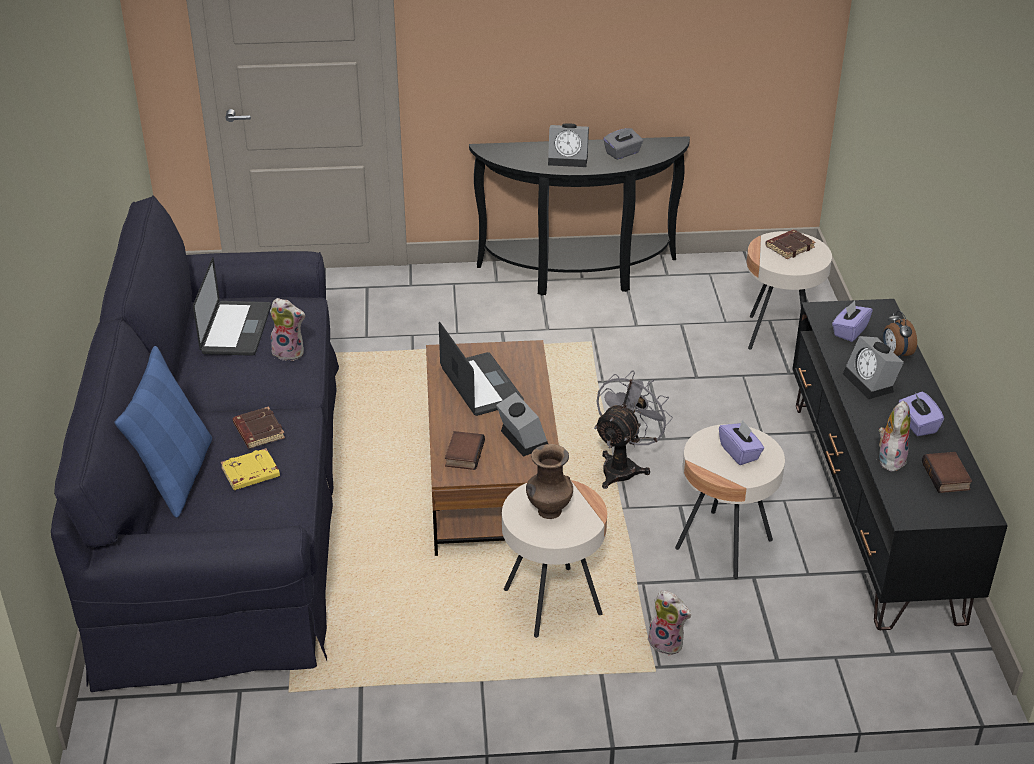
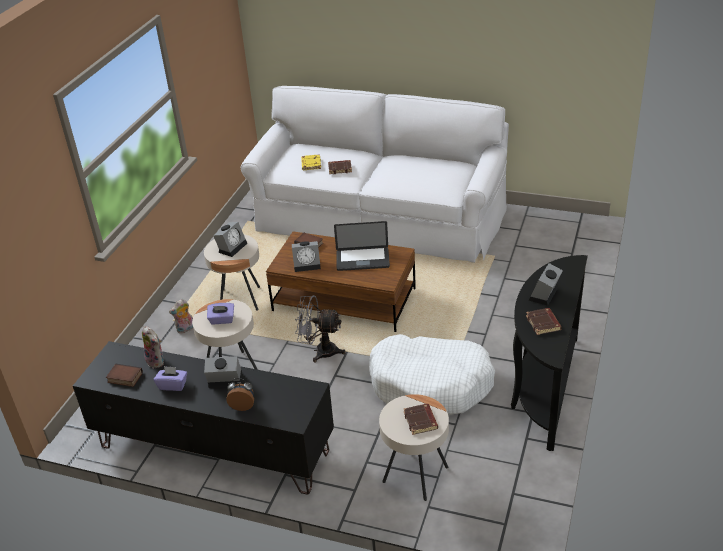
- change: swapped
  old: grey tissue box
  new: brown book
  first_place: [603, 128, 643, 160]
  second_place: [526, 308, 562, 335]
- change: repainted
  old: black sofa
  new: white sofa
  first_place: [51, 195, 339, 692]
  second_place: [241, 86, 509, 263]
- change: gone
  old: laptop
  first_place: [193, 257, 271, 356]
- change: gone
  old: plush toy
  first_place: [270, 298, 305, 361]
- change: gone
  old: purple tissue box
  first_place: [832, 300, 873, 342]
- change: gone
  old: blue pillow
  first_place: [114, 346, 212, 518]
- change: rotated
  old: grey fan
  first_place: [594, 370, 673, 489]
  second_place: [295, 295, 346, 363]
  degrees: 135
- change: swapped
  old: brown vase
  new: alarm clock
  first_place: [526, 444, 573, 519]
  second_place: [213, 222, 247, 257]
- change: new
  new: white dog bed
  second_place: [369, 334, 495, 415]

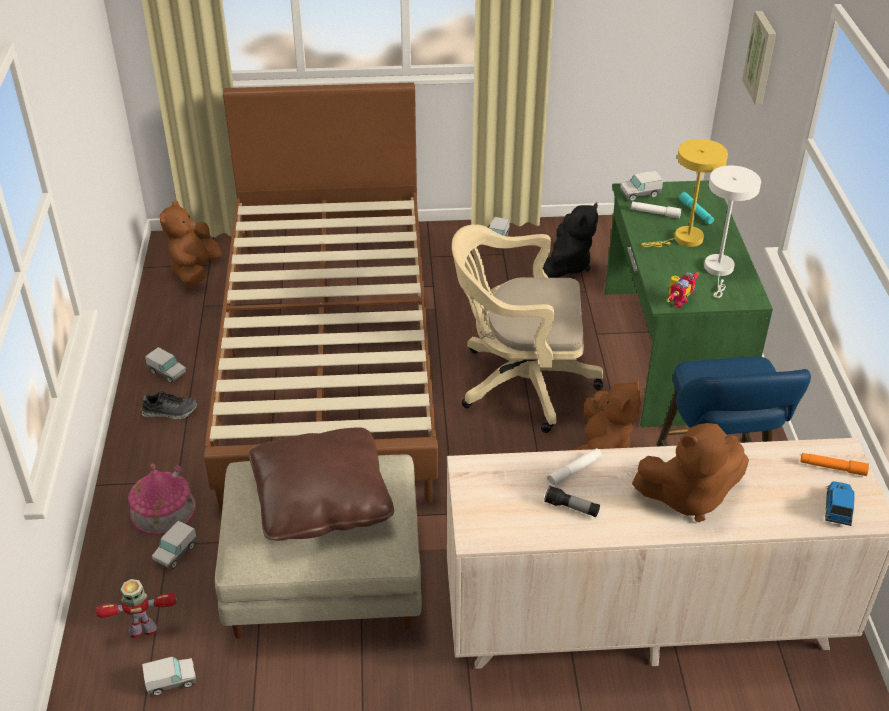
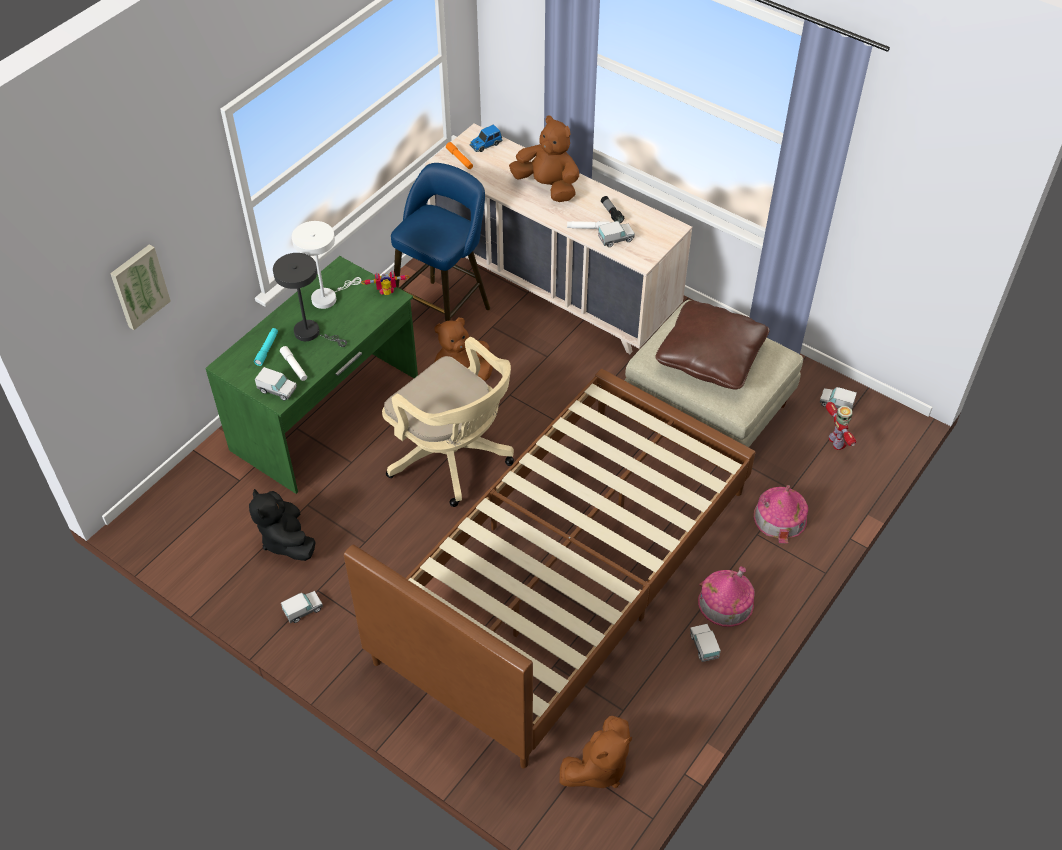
- change: repainted
  old: yellow table lamp
  new: grey table lamp
  first_place: [641, 139, 728, 247]
  second_place: [273, 253, 347, 347]
- change: rotated
  old: black plush toy
  first_place: [543, 202, 598, 278]
  second_place: [249, 489, 316, 561]
  degrees: -90
- change: swapped
  old: shoe
  new: toy house
  first_place: [142, 391, 197, 419]
  second_place: [698, 566, 755, 627]
- change: shifted
  old: toy truck
  first_place: [152, 521, 197, 569]
  second_place: [598, 221, 635, 247]
- change: rotated
  old: toy robot
  first_place: [96, 579, 177, 638]
  second_place: [826, 402, 856, 450]
  degrees: -135

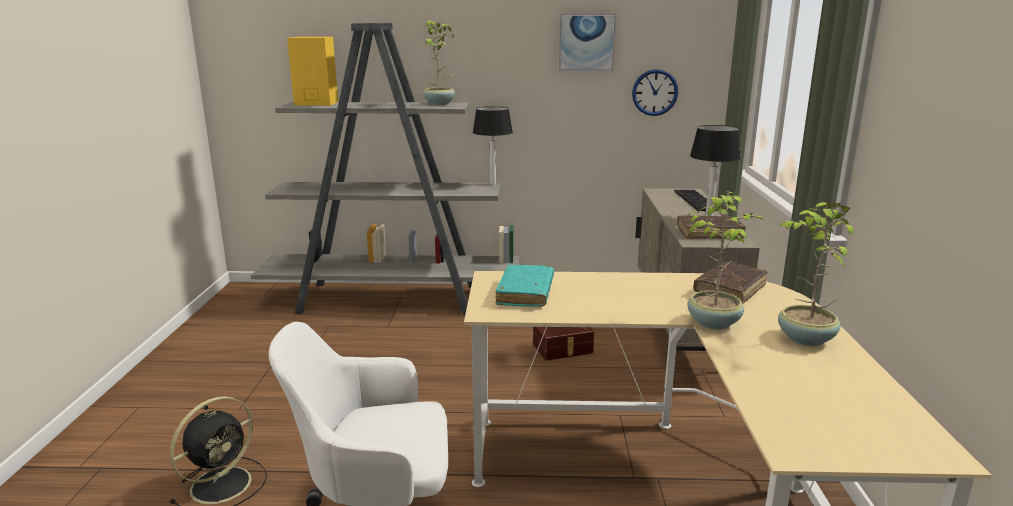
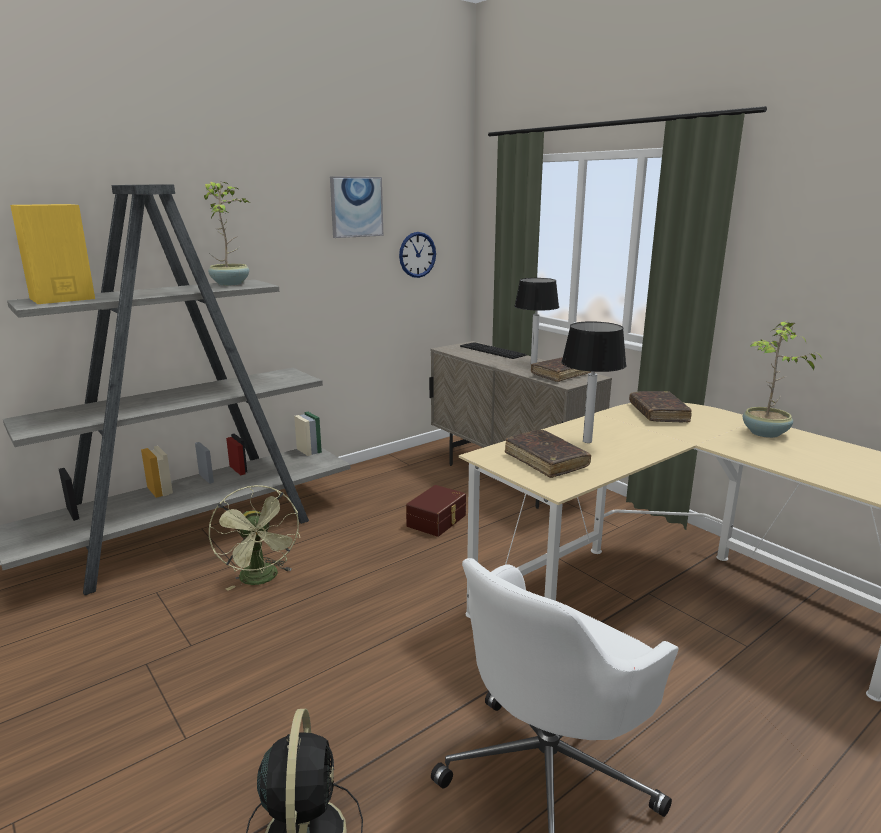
- change: shifted
  old: table lamp
  first_place: [473, 106, 513, 185]
  second_place: [561, 321, 627, 443]
- change: gone
  old: potted plant
  first_place: [688, 191, 764, 330]
- change: repainted
  old: turquoise book
  new: brown book
  first_place: [495, 265, 554, 307]
  second_place: [505, 430, 591, 478]
- change: new
  new: green fan
  second_place: [209, 485, 300, 591]

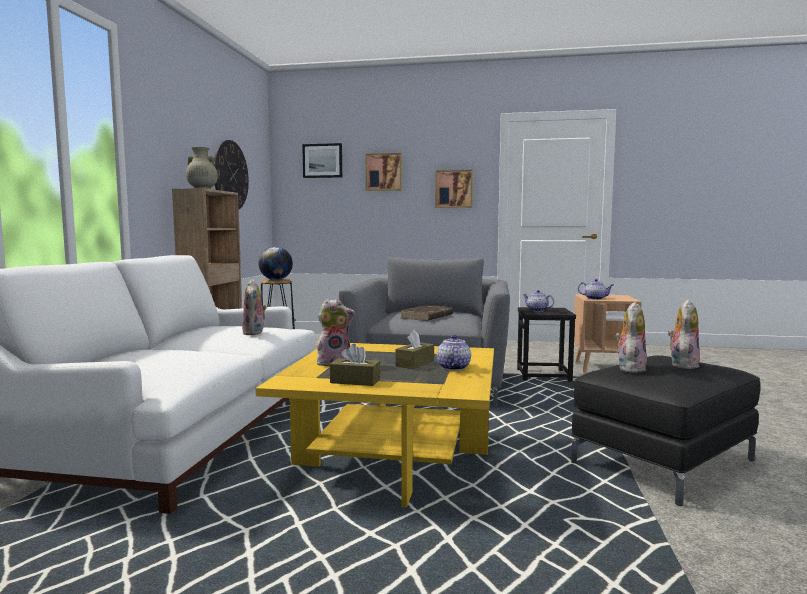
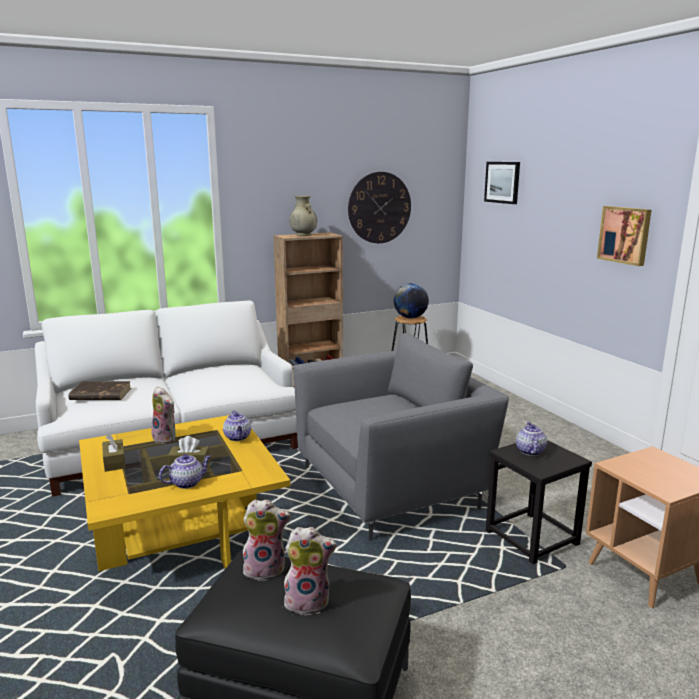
- change: gone
  old: picture
  first_place: [366, 153, 402, 191]
- change: gone
  old: plush toy
  first_place: [242, 279, 267, 335]
- change: shifted
  old: teapot
  first_place: [578, 279, 614, 300]
  second_place: [223, 411, 251, 441]
- change: shifted
  old: brown book
  first_place: [400, 305, 454, 321]
  second_place: [68, 381, 132, 400]

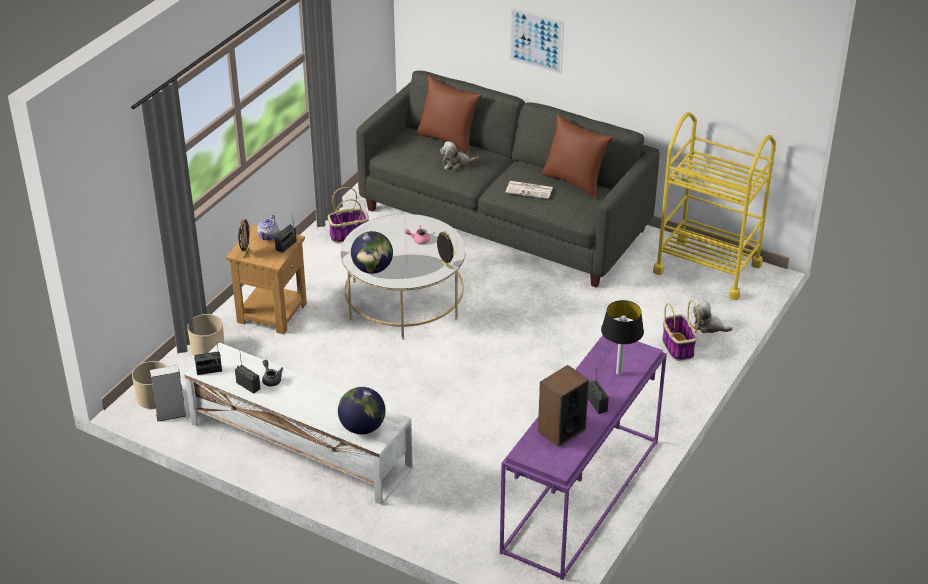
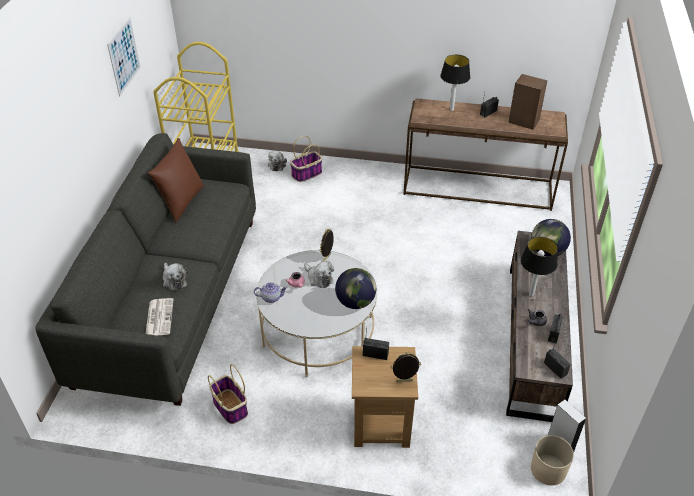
- change: shifted
  old: picture
  first_place: [509, 7, 564, 74]
  second_place: [107, 17, 141, 96]
- change: gone
  old: brown pillow
  first_place: [416, 75, 482, 155]
- change: shifted
  old: newspaper
  first_place: [506, 181, 553, 199]
  second_place: [146, 298, 174, 336]
- change: shifted
  old: teapot
  first_place: [257, 215, 279, 240]
  second_place: [254, 282, 288, 303]
- change: gone
  old: beige planter
  first_place: [187, 314, 224, 356]
- change: repainted
  old: purple console table
  new: brown console table
  first_place: [500, 335, 667, 580]
  second_place: [403, 98, 568, 211]
- change: repainted
  old: white tv stand
  new: brown tv stand
  first_place: [185, 342, 413, 505]
  second_place: [506, 231, 573, 422]
- change: new
  new: table lamp
  second_place: [521, 237, 558, 297]
- change: new
  new: plush toy
  second_place: [304, 261, 334, 288]

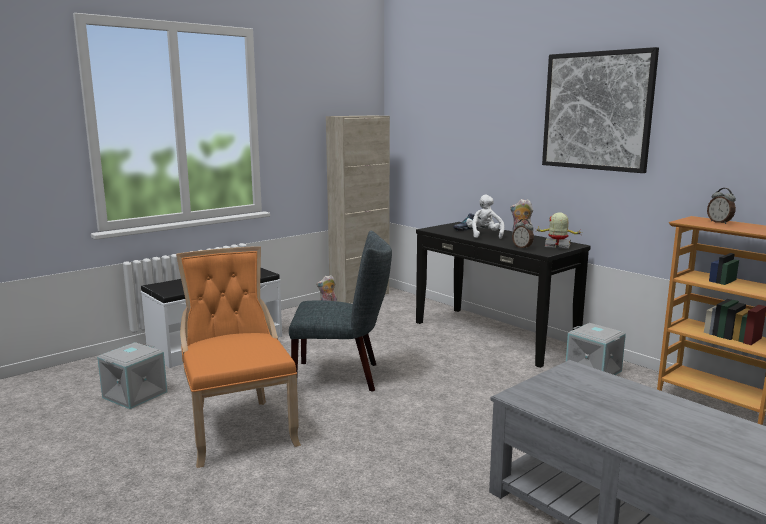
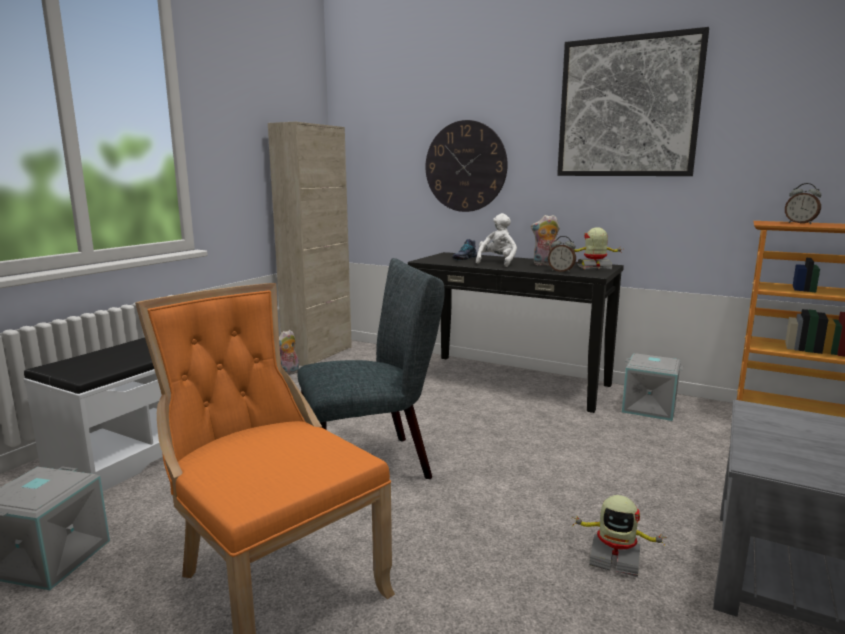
- change: rotated
  old: white plush toy
  first_place: [466, 195, 505, 239]
  second_place: [476, 213, 517, 267]
  degrees: 45
- change: new
  new: wall clock
  second_place: [426, 120, 508, 212]
- change: new
  new: toy robot
  second_place: [572, 495, 666, 577]

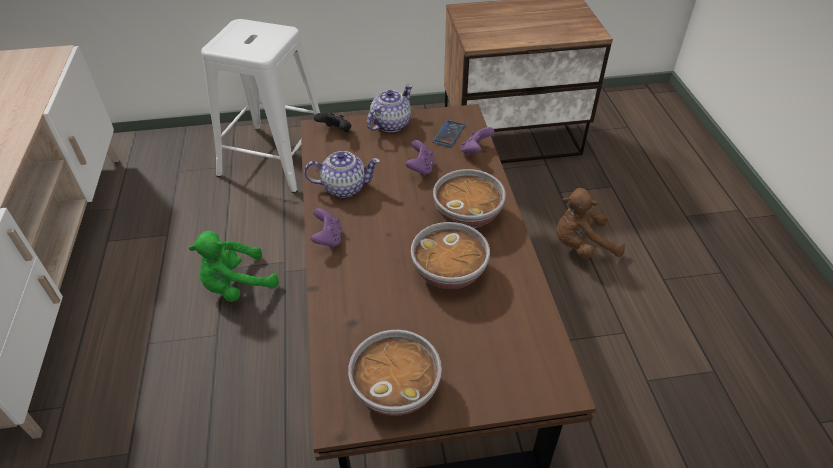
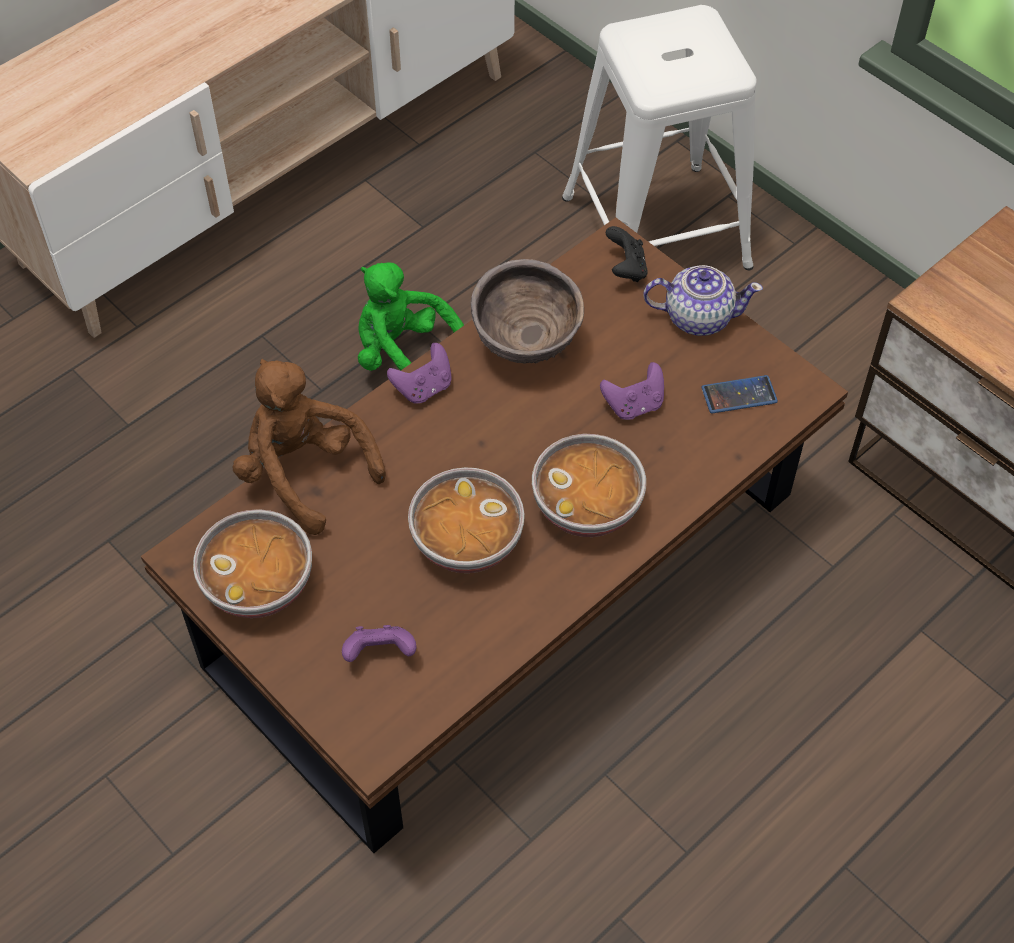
- change: shifted
  old: purple game controller
  first_place: [461, 127, 495, 156]
  second_place: [342, 625, 416, 662]
- change: swapped
  old: teapot
  new: brown bowl
  first_place: [304, 151, 380, 198]
  second_place: [470, 259, 584, 364]
- change: shifted
  old: brown plush toy
  first_place: [556, 188, 625, 259]
  second_place: [232, 359, 386, 535]

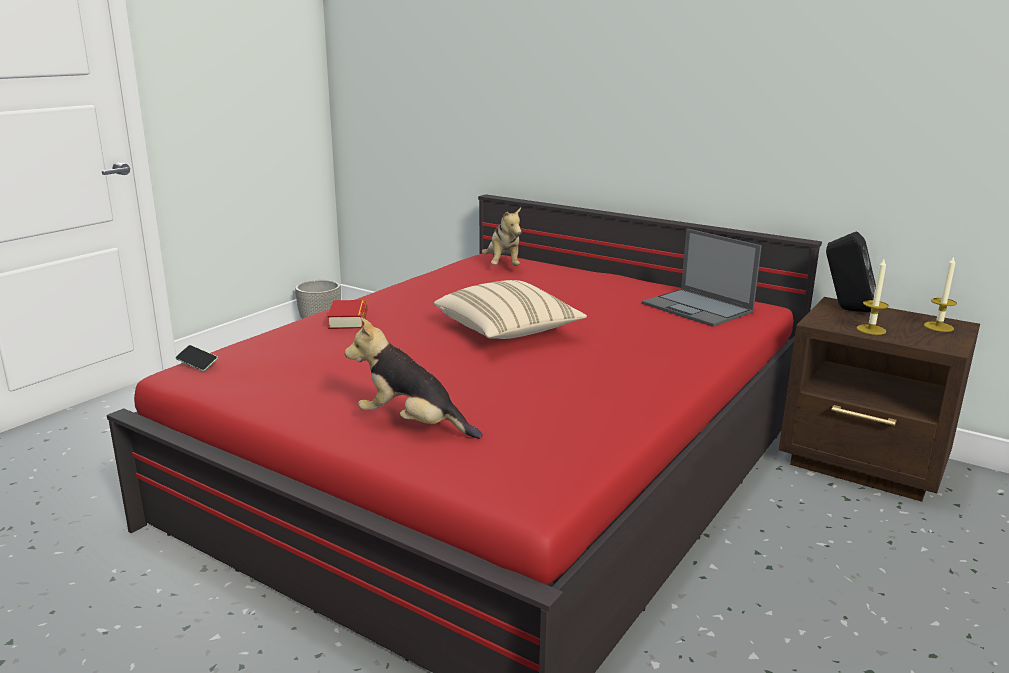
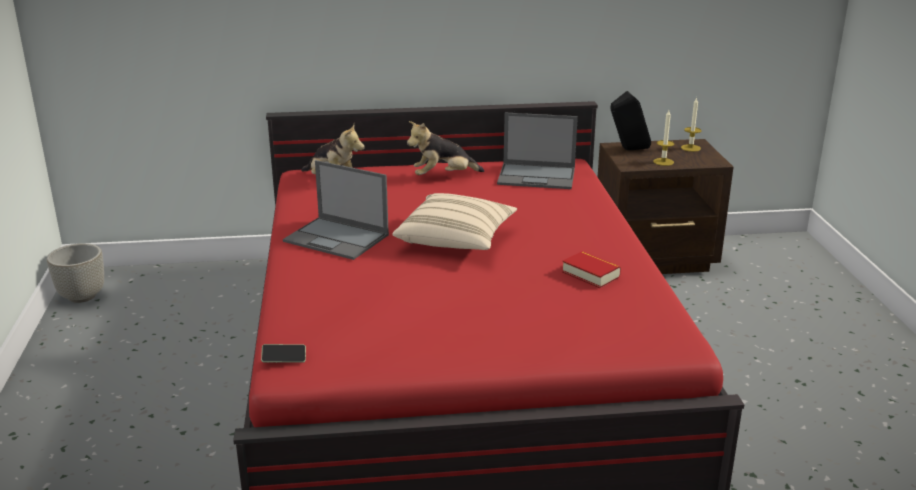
- change: shifted
  old: book
  first_place: [328, 300, 367, 329]
  second_place: [562, 251, 621, 288]
- change: shifted
  old: plush toy
  first_place: [345, 318, 483, 439]
  second_place: [407, 121, 484, 175]
- change: new
  new: laptop
  second_place: [283, 160, 389, 260]

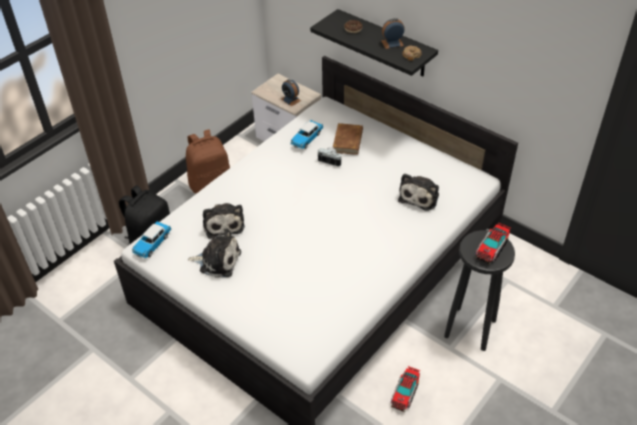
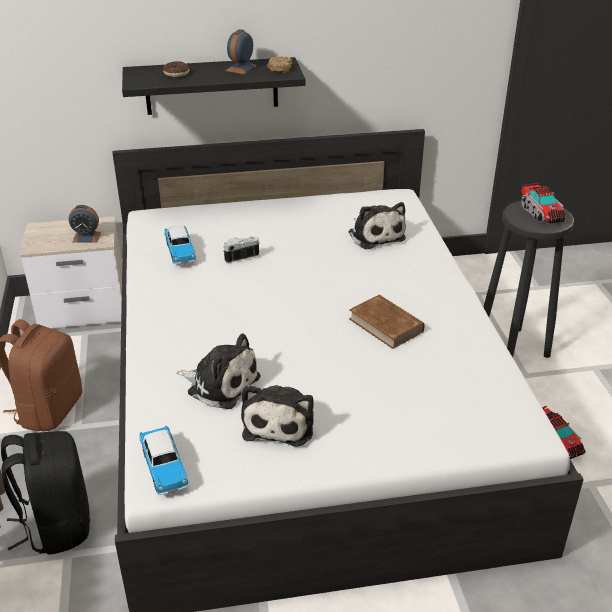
- change: shifted
  old: brown book
  first_place: [333, 123, 363, 155]
  second_place: [349, 295, 425, 349]
- change: rotated
  old: plush toy
  first_place: [188, 228, 241, 278]
  second_place: [241, 385, 314, 447]
  degrees: 135

